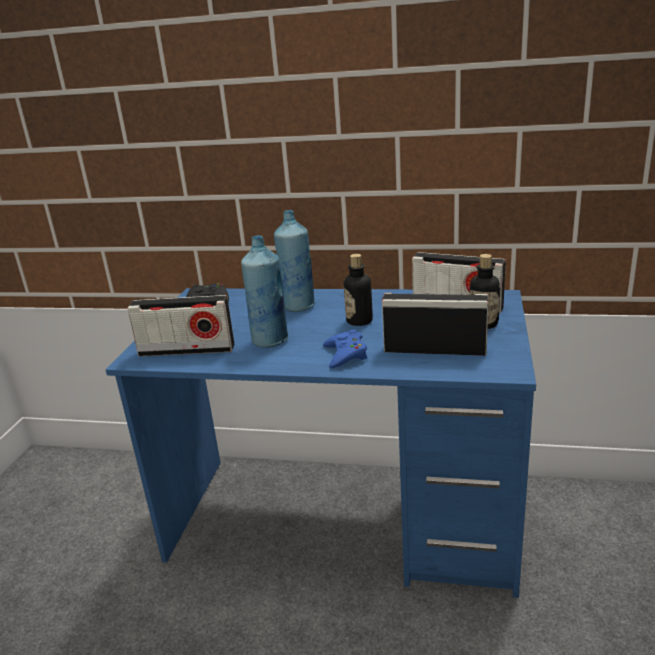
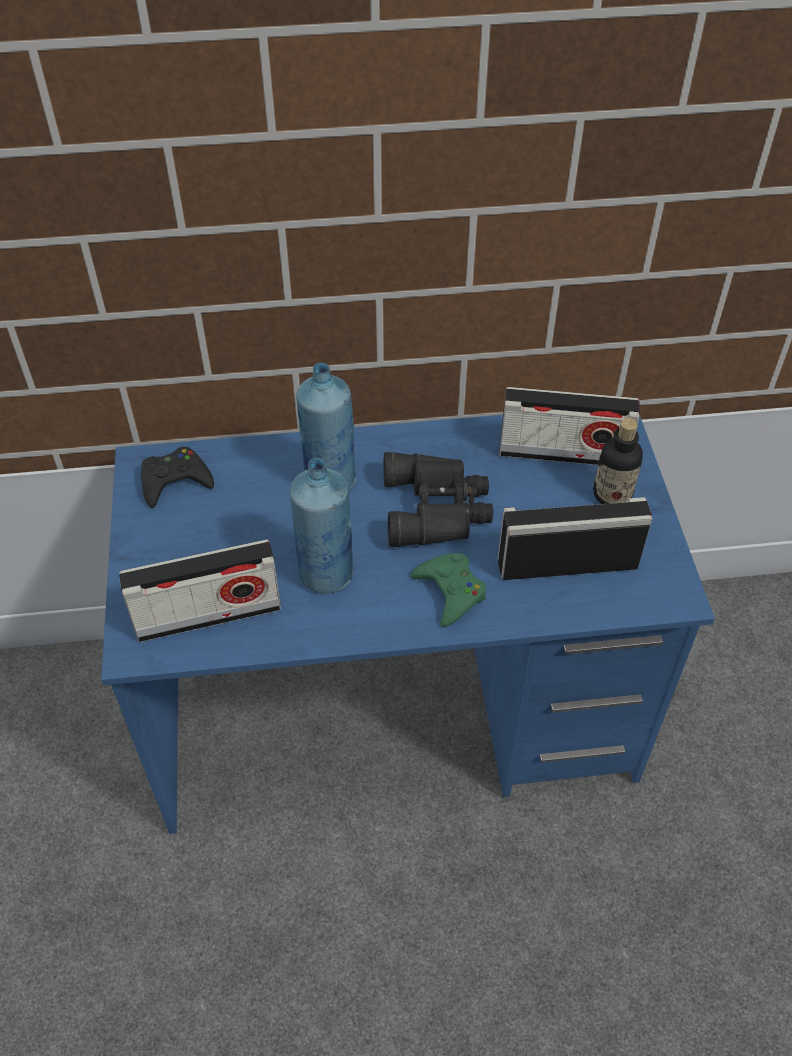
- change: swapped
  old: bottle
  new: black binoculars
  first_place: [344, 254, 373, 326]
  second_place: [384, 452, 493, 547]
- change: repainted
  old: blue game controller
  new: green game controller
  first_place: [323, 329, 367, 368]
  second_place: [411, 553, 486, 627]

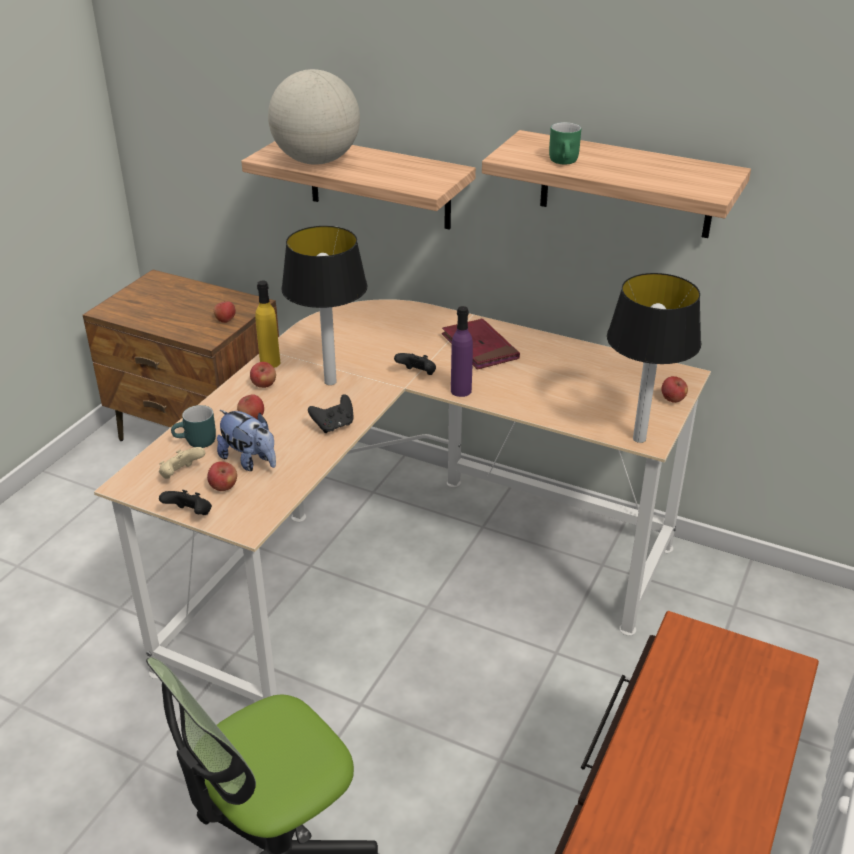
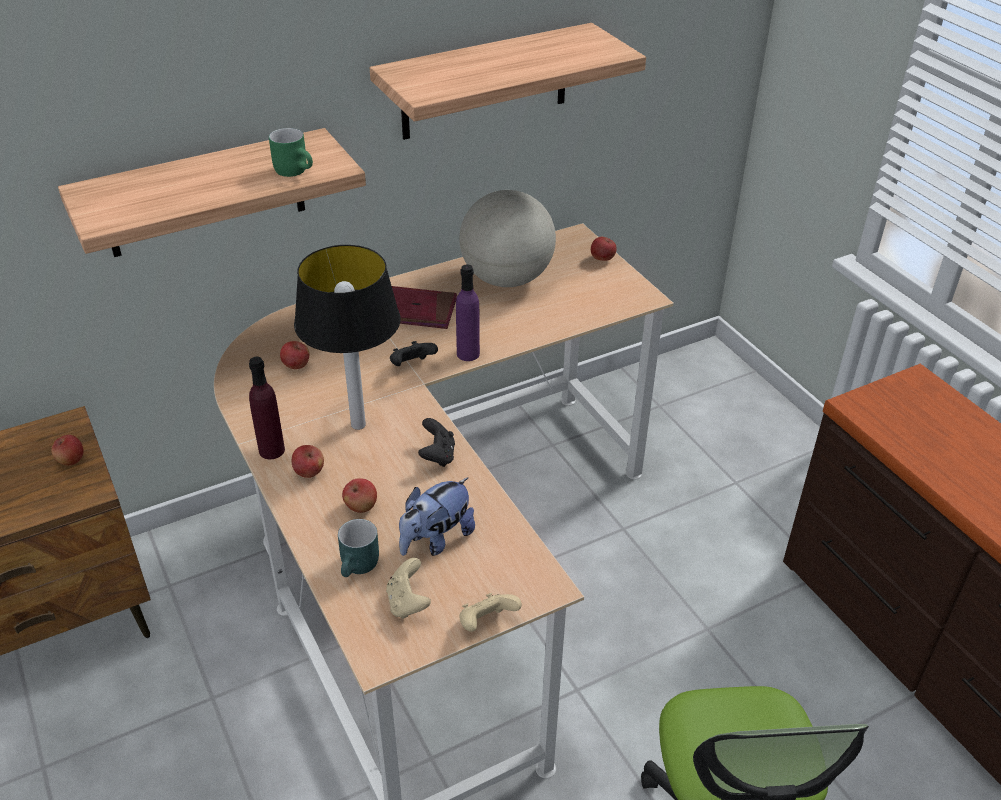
- change: shifted
  old: globe
  first_place: [268, 69, 360, 165]
  second_place: [459, 190, 556, 287]
- change: shifted
  old: green mug
  first_place: [549, 122, 581, 164]
  second_place: [269, 128, 313, 177]
- change: gone
  old: table lamp
  first_place: [607, 273, 701, 443]
- change: repainted
  old: yellow bottle
  new: purple bottle
  first_place: [255, 281, 281, 368]
  second_place: [249, 357, 285, 459]
- change: rotated
  old: plush toy
  first_place: [217, 410, 276, 471]
  second_place: [399, 477, 475, 556]
  degrees: 150
- change: shifted
  old: apple
  first_place: [207, 461, 237, 491]
  second_place: [280, 341, 309, 369]
- change: repainted
  old: black game controller
  new: beige game controller
  first_place: [159, 490, 212, 515]
  second_place: [459, 593, 522, 632]

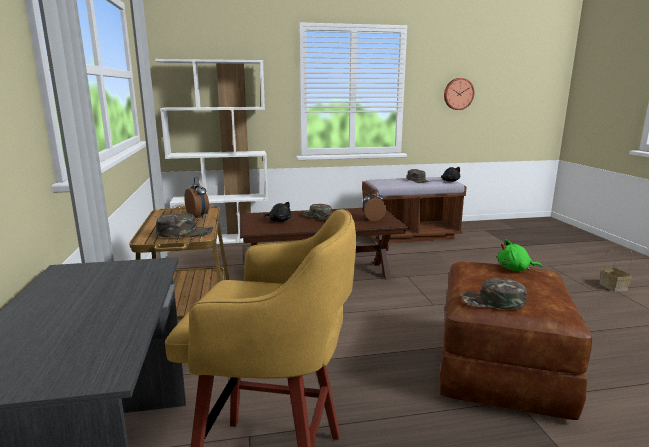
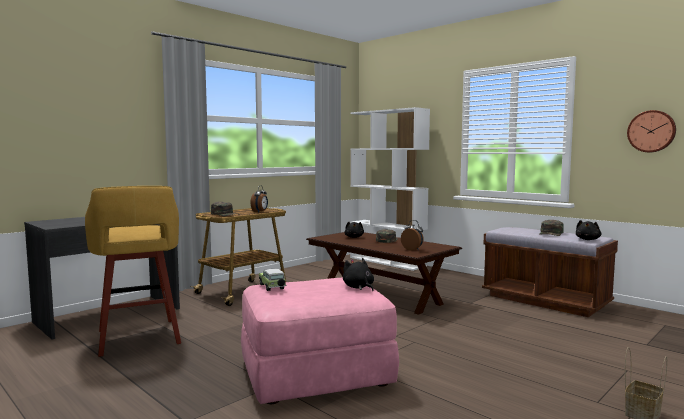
- change: repainted
  old: green plush toy
  new: black plush toy
  first_place: [498, 240, 542, 271]
  second_place: [343, 258, 374, 291]
- change: repainted
  old: brown ottoman
  new: pink ottoman
  first_place: [440, 262, 592, 420]
  second_place: [241, 277, 399, 404]
- change: swapped
  old: green cap
  new: toy car
  first_place: [461, 278, 527, 309]
  second_place: [259, 269, 286, 291]

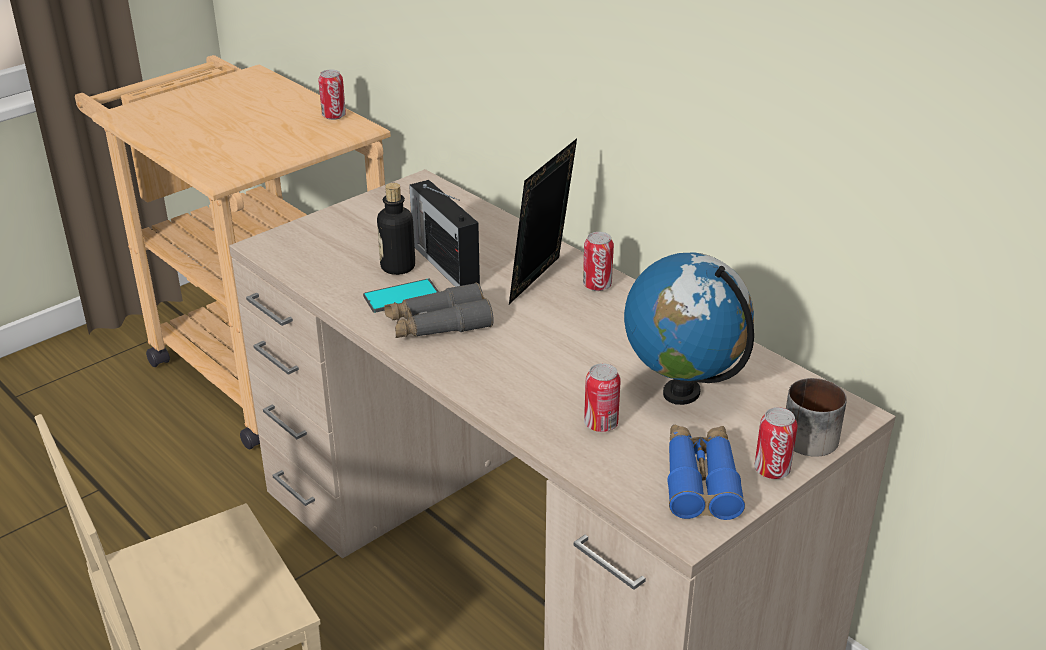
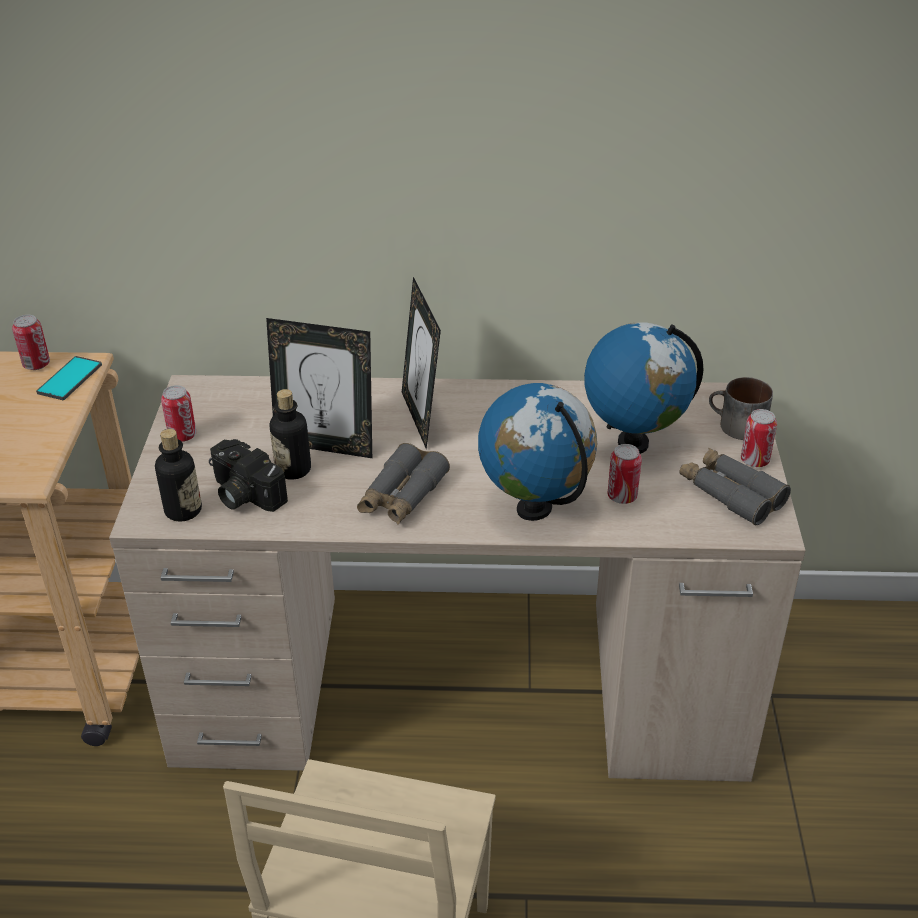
- change: swapped
  old: radio
  new: picture frame
  first_place: [409, 180, 480, 287]
  second_place: [266, 318, 372, 458]
- change: shifted
  old: can
  first_place: [583, 232, 614, 291]
  second_place: [161, 385, 197, 442]
- change: shifted
  old: phone
  first_place: [363, 279, 439, 313]
  second_place: [36, 356, 102, 400]
- change: repainted
  old: blue binoculars
  new: grey binoculars
  first_place: [667, 425, 745, 520]
  second_place: [679, 447, 791, 525]
- change: new
  new: globe
  second_place: [478, 383, 597, 521]
- change: new
  new: bottle
  second_place: [155, 429, 202, 521]
- change: new
  new: photo camera
  second_place: [209, 439, 288, 512]

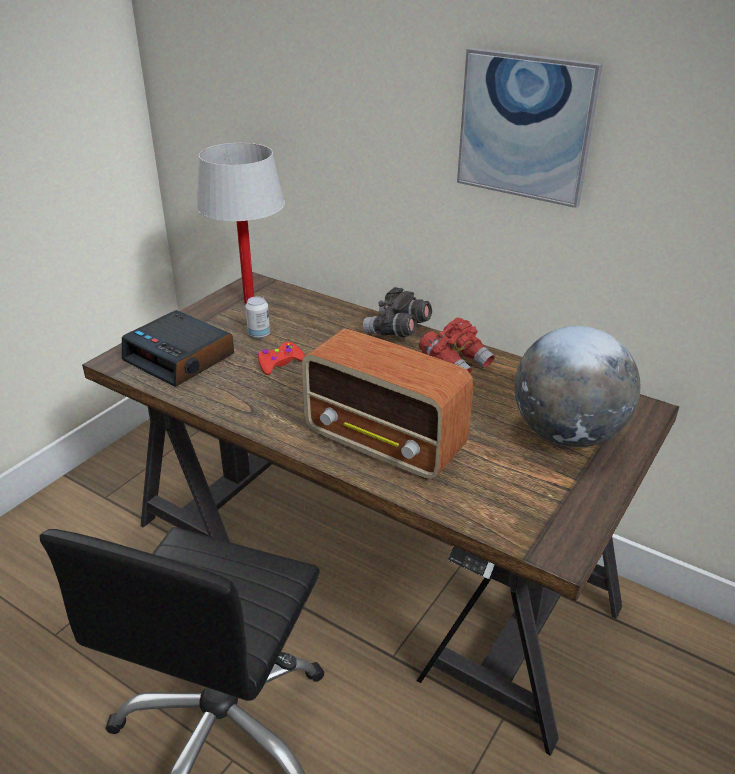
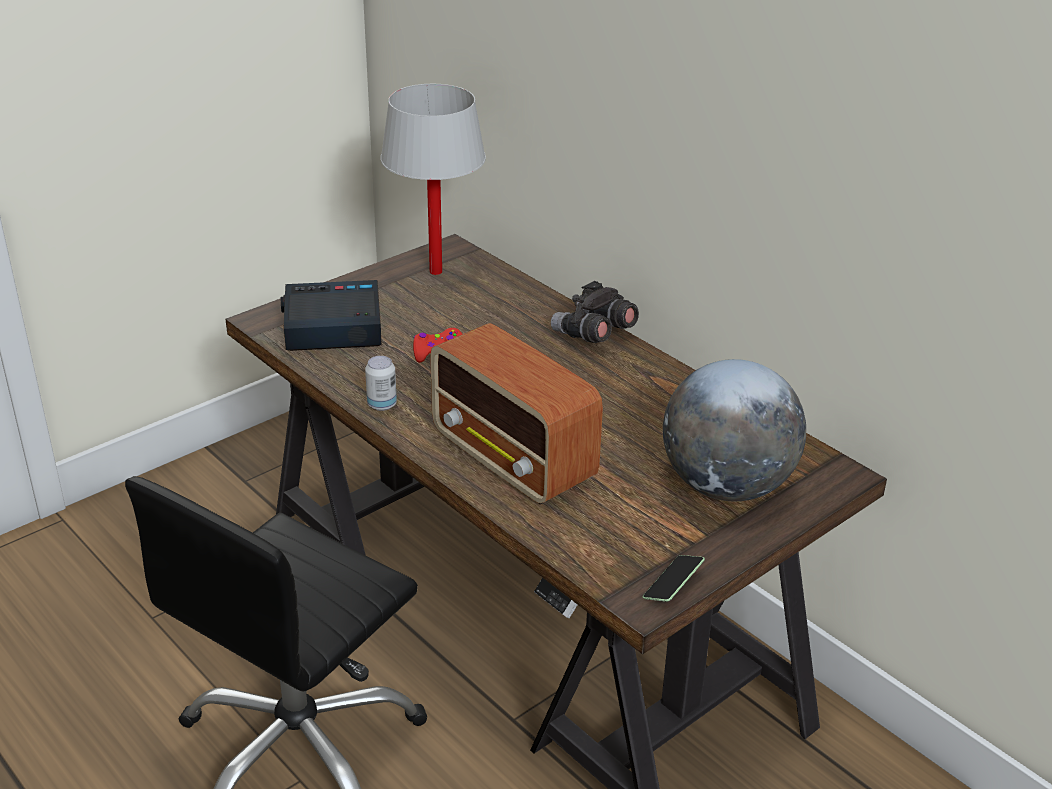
- change: gone
  old: picture
  first_place: [457, 48, 603, 208]
- change: shifted
  old: can
  first_place: [245, 296, 270, 339]
  second_place: [365, 356, 397, 411]
- change: rotated
  old: alarm clock
  first_place: [122, 310, 234, 387]
  second_place: [281, 280, 382, 351]
  degrees: 120
- change: gone
  old: red binoculars
  first_place: [419, 317, 495, 373]
- change: new
  new: phone
  second_place: [643, 555, 705, 602]

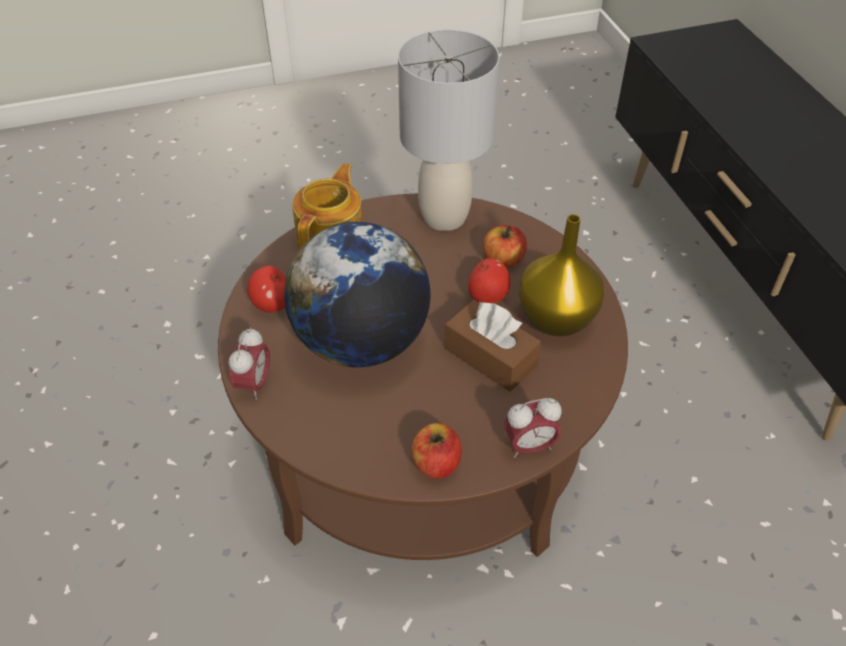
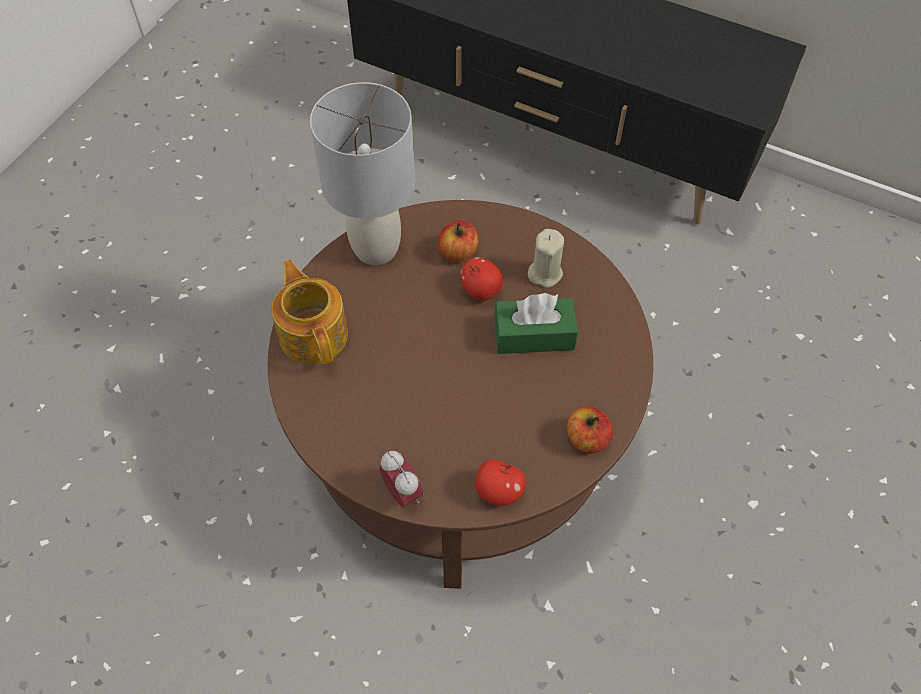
- change: swapped
  old: yellow vase
  new: beige candle
  first_place: [519, 214, 604, 337]
  second_place: [528, 229, 564, 288]
- change: gone
  old: globe
  first_place: [284, 222, 430, 367]
- change: shifted
  old: apple
  first_place: [247, 266, 286, 313]
  second_place: [475, 460, 526, 506]
- change: repainted
  old: brown tissue box
  new: green tissue box
  first_place: [444, 300, 541, 392]
  second_place: [494, 293, 578, 354]
- change: gone
  old: alarm clock
  first_place: [504, 398, 562, 458]

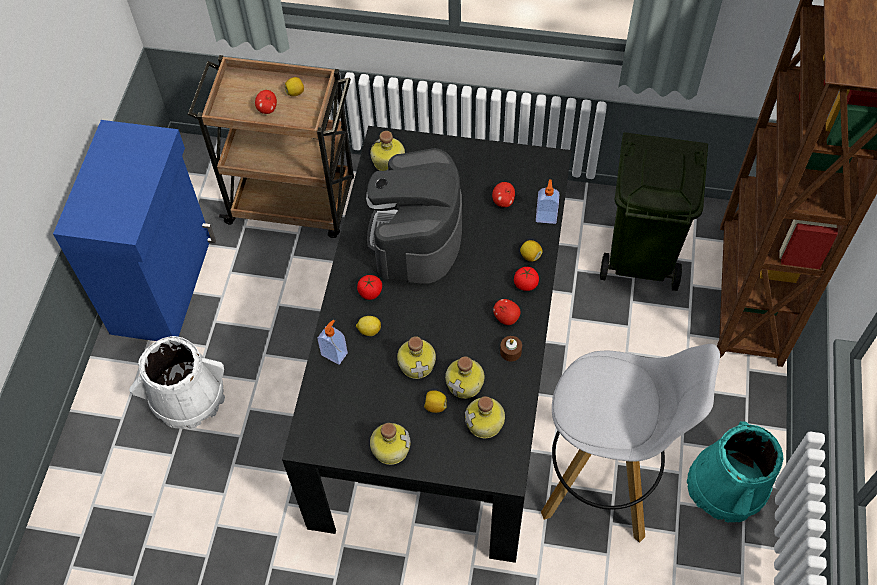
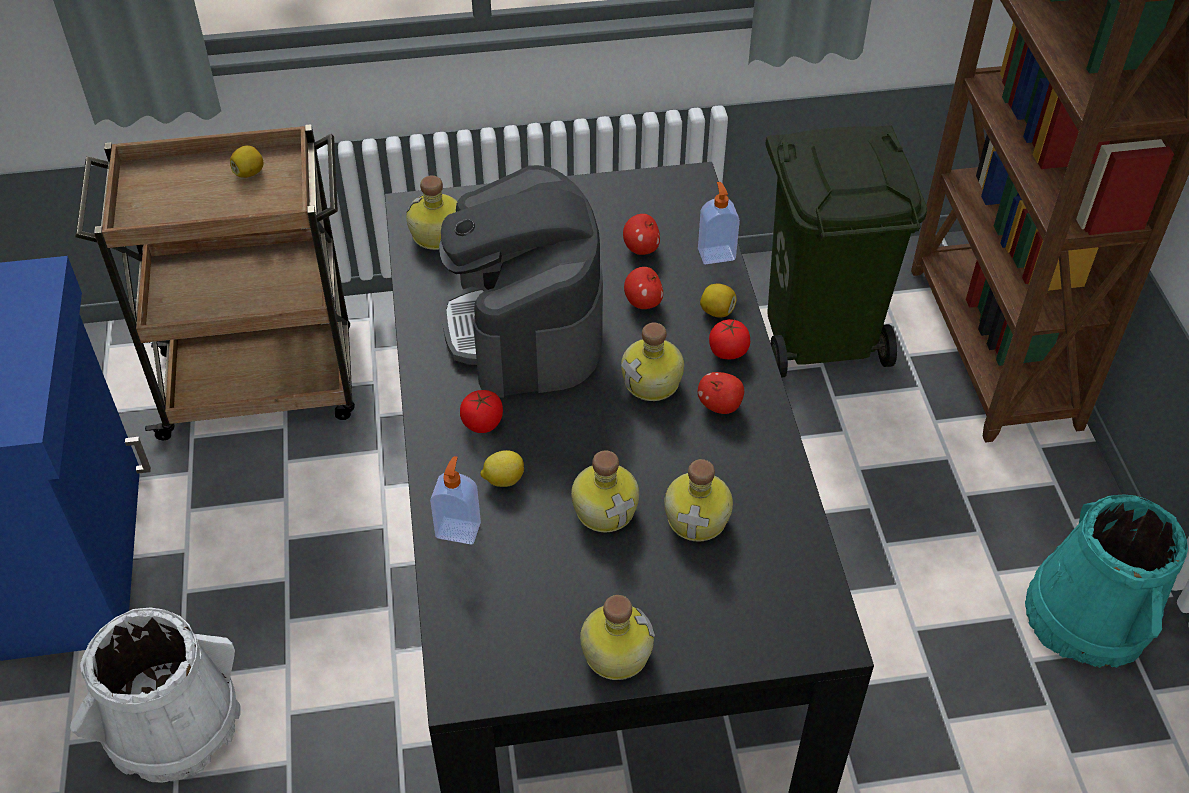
- change: shifted
  old: apple
  first_place: [255, 90, 277, 114]
  second_place: [624, 267, 663, 309]
- change: gone
  old: brown candle
  first_place: [500, 336, 522, 362]
- change: gone
  old: white stool
  first_place: [541, 344, 720, 543]
- change: gone
  old: lemon
  first_place: [424, 390, 447, 413]
- change: shifted
  old: bottle
  first_place: [465, 396, 505, 438]
  second_place: [621, 323, 684, 401]

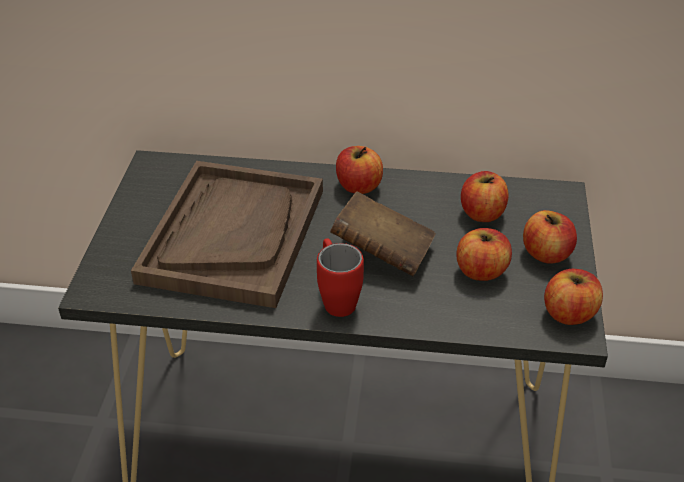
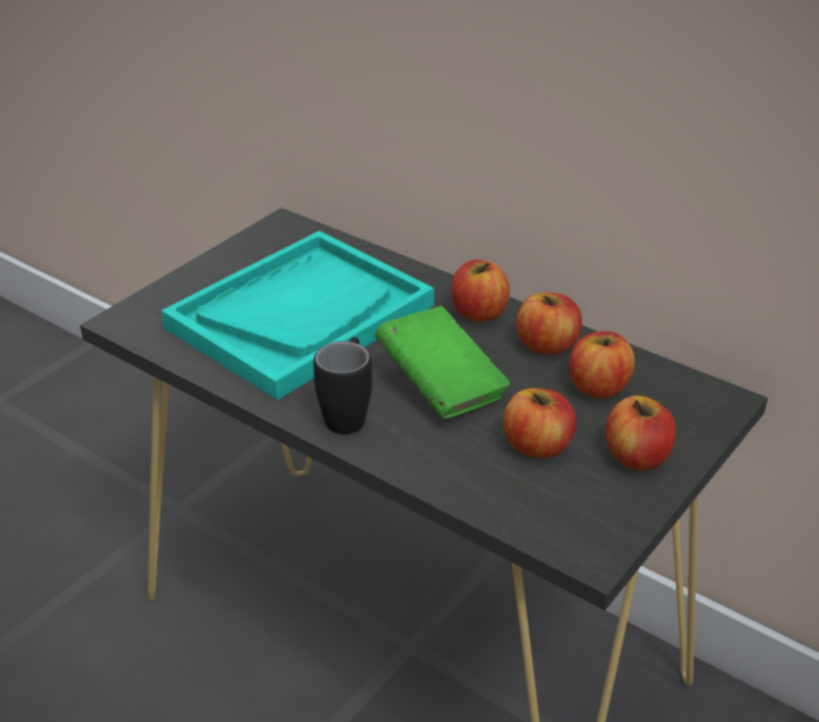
- change: repainted
  old: brown tray
  new: turquoise tray
  first_place: [131, 161, 323, 308]
  second_place: [161, 231, 434, 400]
- change: repainted
  old: brown book
  new: green book
  first_place: [330, 192, 436, 276]
  second_place: [375, 306, 510, 419]
- change: repainted
  old: red mug
  new: black mug
  first_place: [317, 238, 364, 317]
  second_place: [313, 337, 372, 434]
- change: shifted
  old: apple
  first_place: [544, 269, 603, 325]
  second_place: [517, 293, 582, 354]

